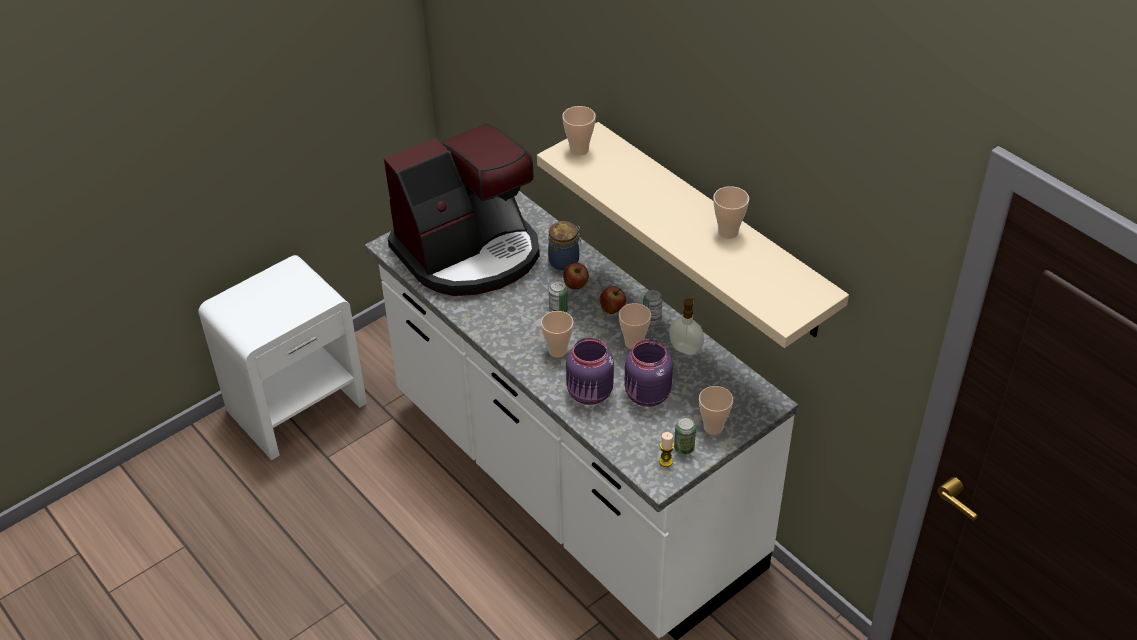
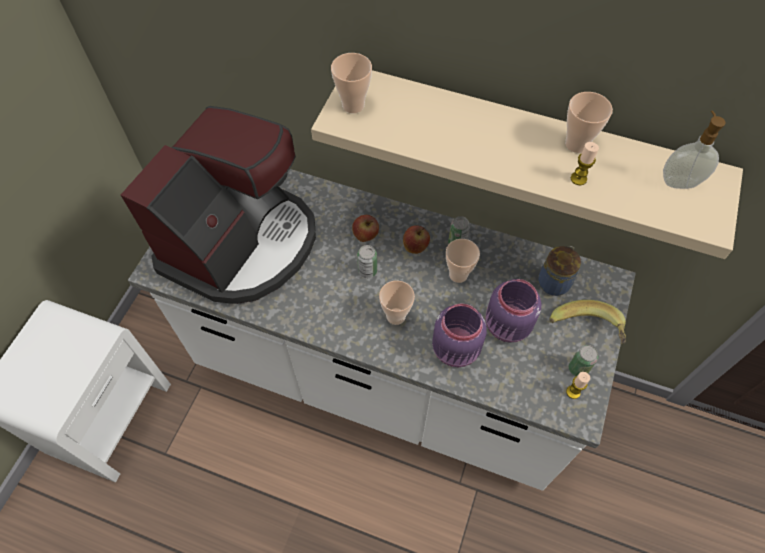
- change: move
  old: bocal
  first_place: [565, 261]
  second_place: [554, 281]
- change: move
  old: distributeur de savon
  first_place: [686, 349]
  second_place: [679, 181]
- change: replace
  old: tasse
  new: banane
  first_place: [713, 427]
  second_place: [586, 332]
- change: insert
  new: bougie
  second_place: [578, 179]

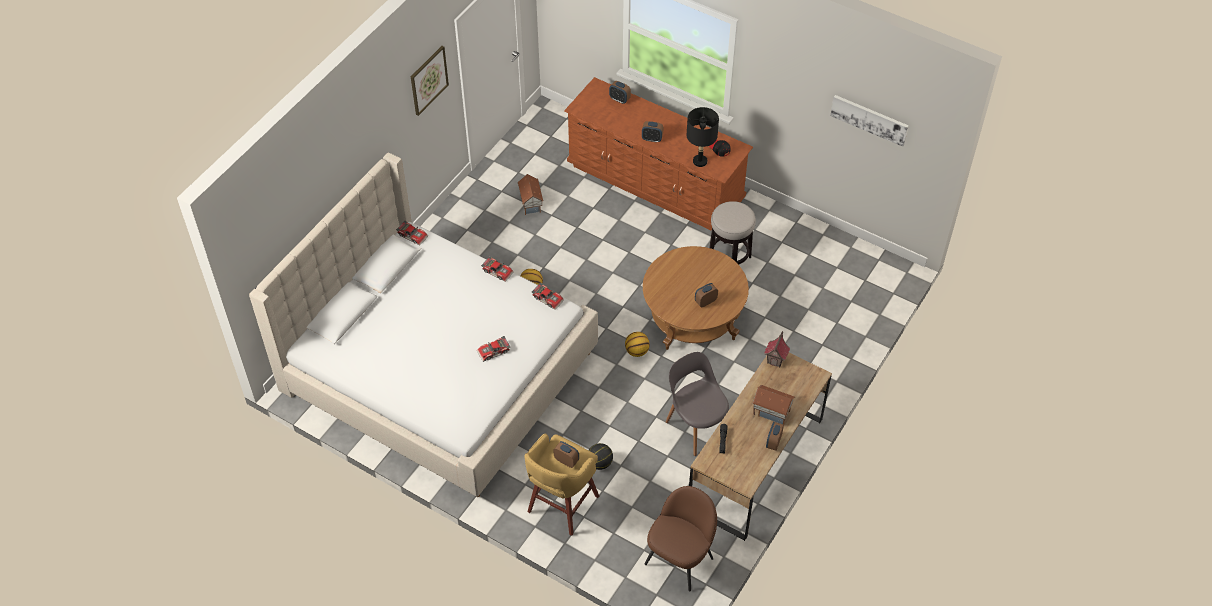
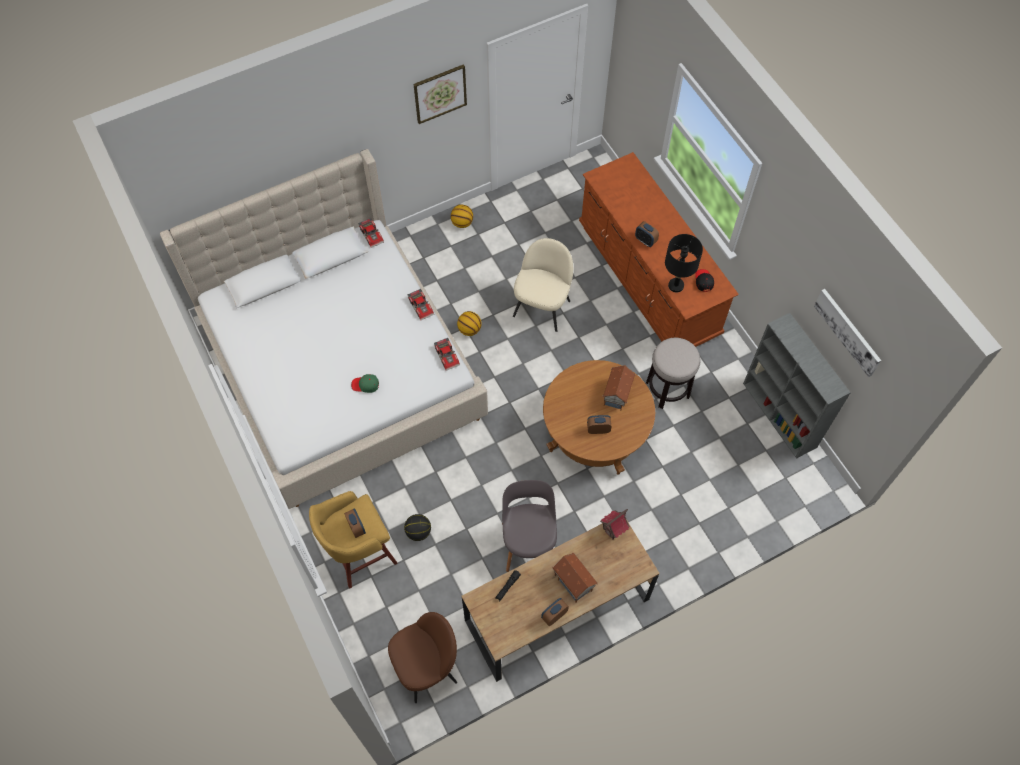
- change: delete
  old: réveil
  first_place: [619, 99]
- change: move
  old: maison miniature
  first_place: [531, 203]
  second_place: [618, 394]
- change: move
  old: ballon de basket
  first_place: [636, 351]
  second_place: [462, 223]
- change: replace
  old: petite voiture
  new: casquette (vert)
  first_place: [494, 352]
  second_place: [365, 385]
- change: insert
  new: chaise (beige)
  second_place: [542, 307]
- change: insert
  new: bibliothèque (gris)
  second_place: [780, 416]

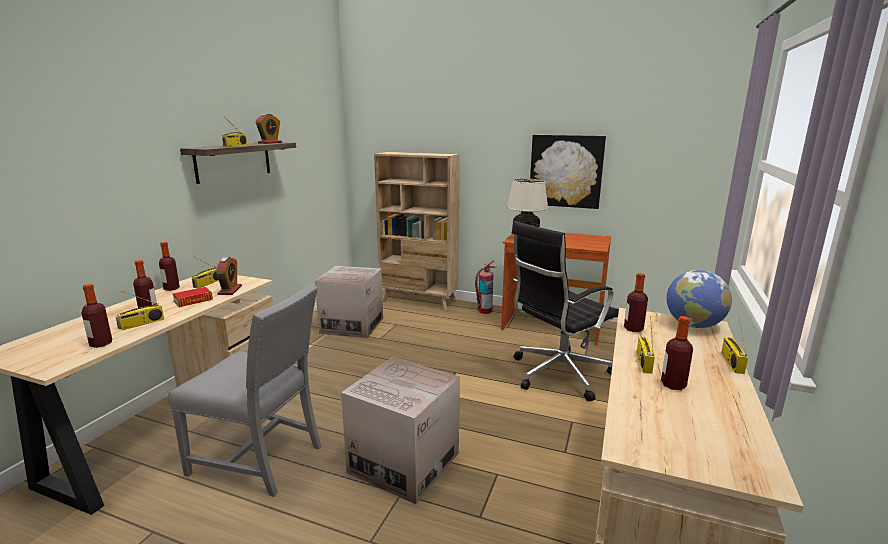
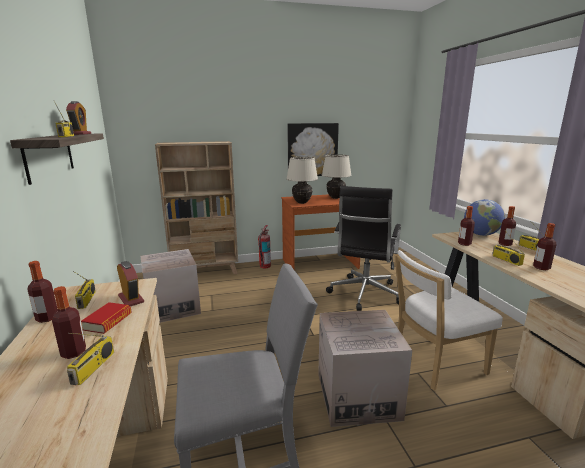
- change: move
  old: bouteille
  first_place: [101, 344]
  second_place: [505, 244]
- change: insert
  new: lampe de table (beige)
  second_place: [335, 197]
- change: insert
  new: chaise (blanc)
  second_place: [434, 363]

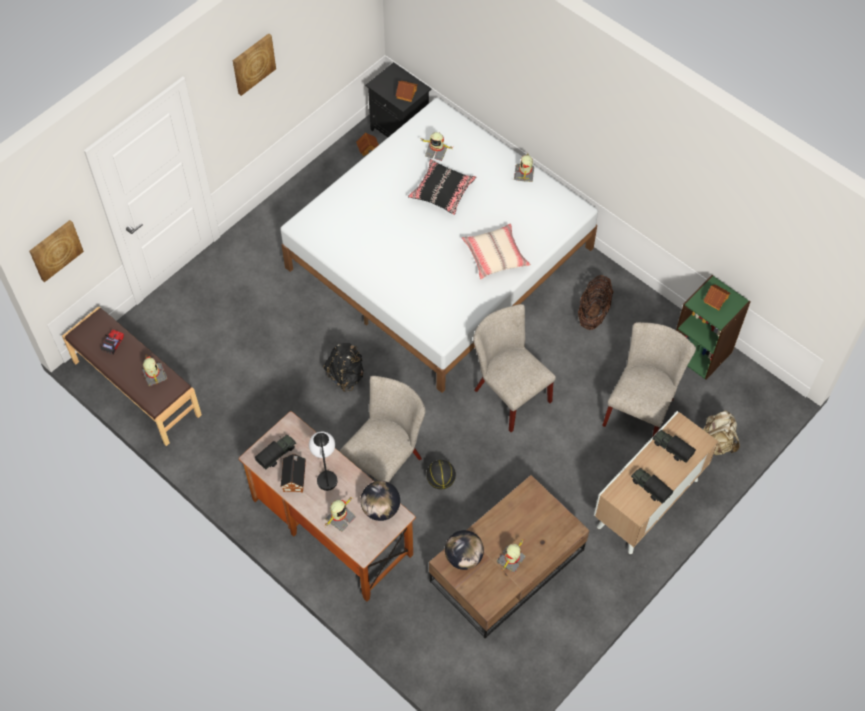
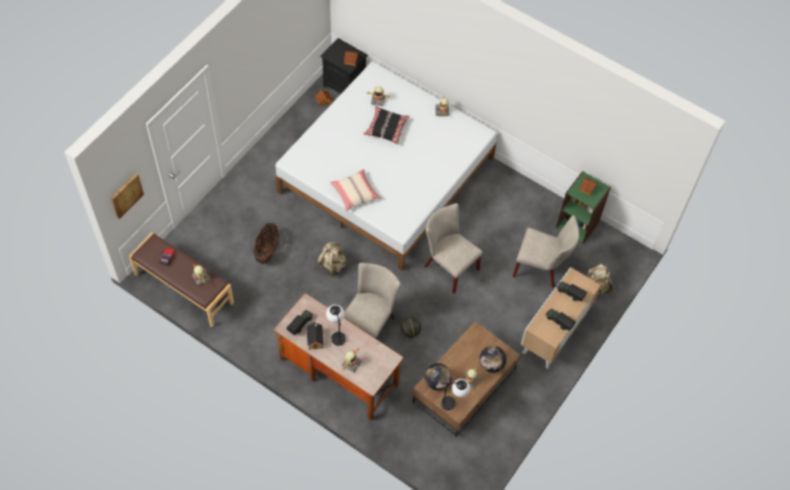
- change: delete
  old: tableau
  first_place: [253, 63]
- change: move
  old: coussin (beige)
  first_place: [495, 256]
  second_place: [355, 193]
- change: move
  old: panier
  first_place: [593, 313]
  second_place: [267, 250]
- change: rotate
  old: chaise (beige)
  first_place: [641, 408]
  second_place: [541, 268]
  degrees: 90
- change: recolor
  old: sac à dos (noir)
  new: sac à dos (beige)
  first_place: [346, 375]
  second_place: [333, 265]
- change: move
  old: globe
  first_place: [381, 509]
  second_place: [491, 364]
- change: insert
  new: lampe de table
  second_place: [454, 403]

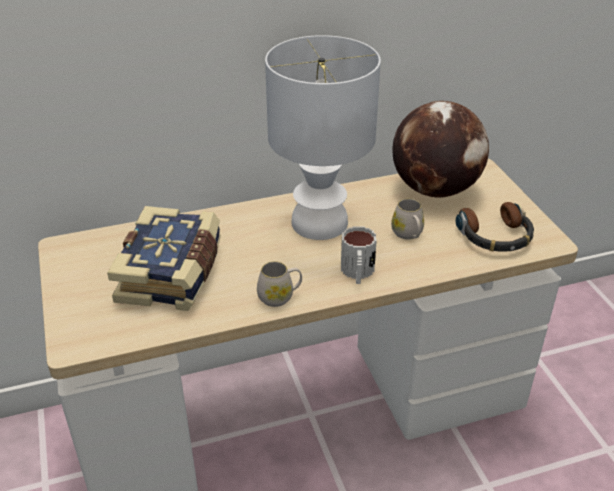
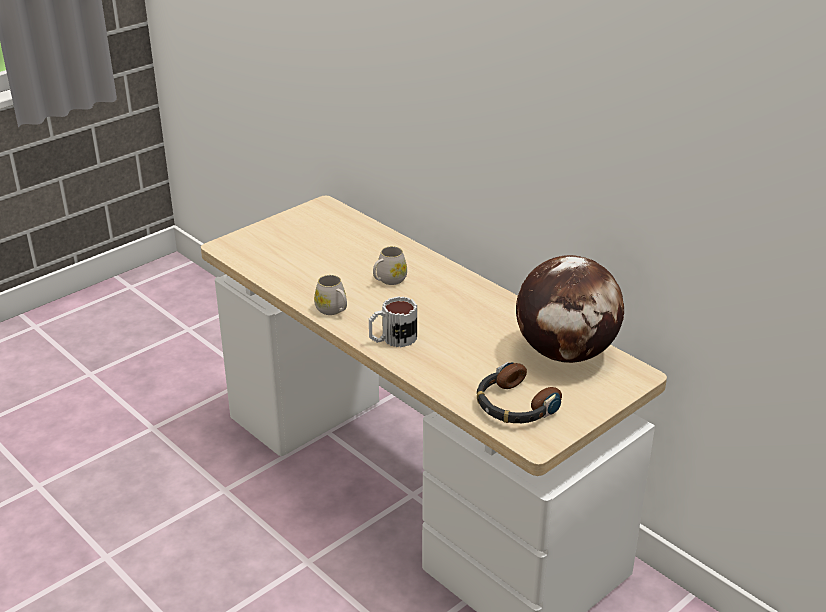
- change: delete
  old: lampe de table (blanc)
  first_place: [321, 222]
- change: move
  old: mug (blanc)
  first_place: [408, 234]
  second_place: [388, 280]
- change: delete
  old: livre
  first_place: [173, 273]

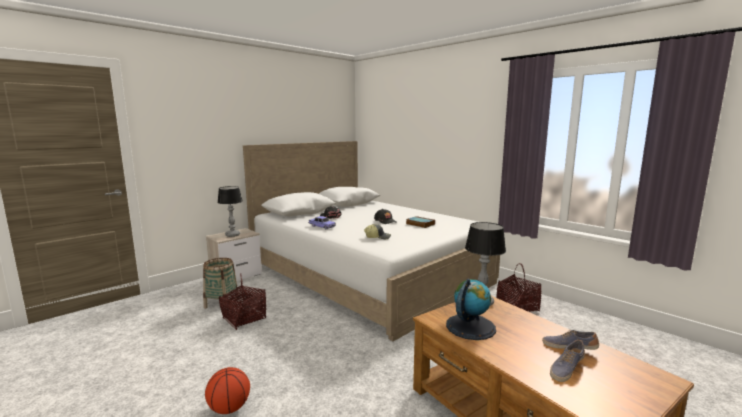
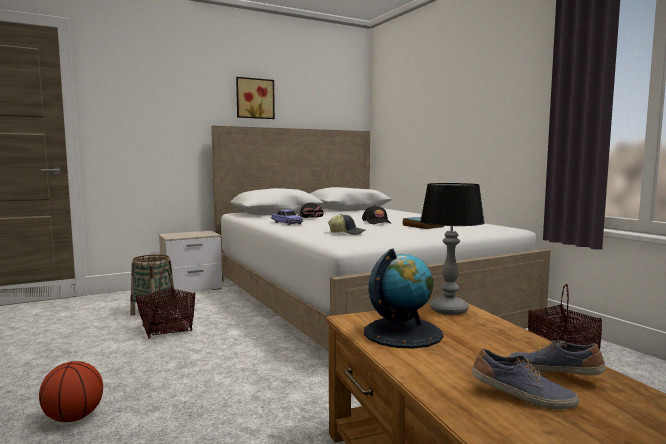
- change: delete
  old: lampe de table
  first_place: [232, 235]
- change: rotate
  old: chaussure
  first_place: [566, 369]
  second_place: [522, 397]
  degrees: -135
- change: insert
  new: tableau
  second_place: [254, 98]

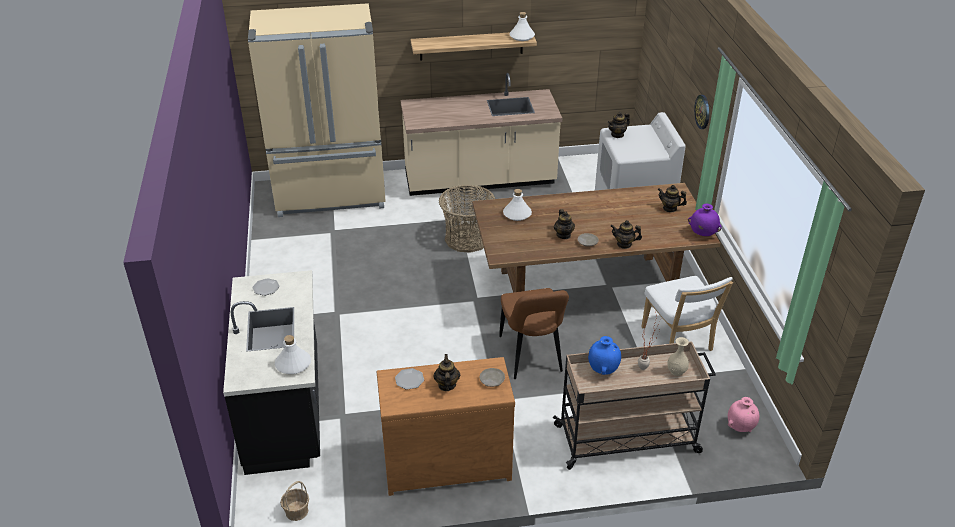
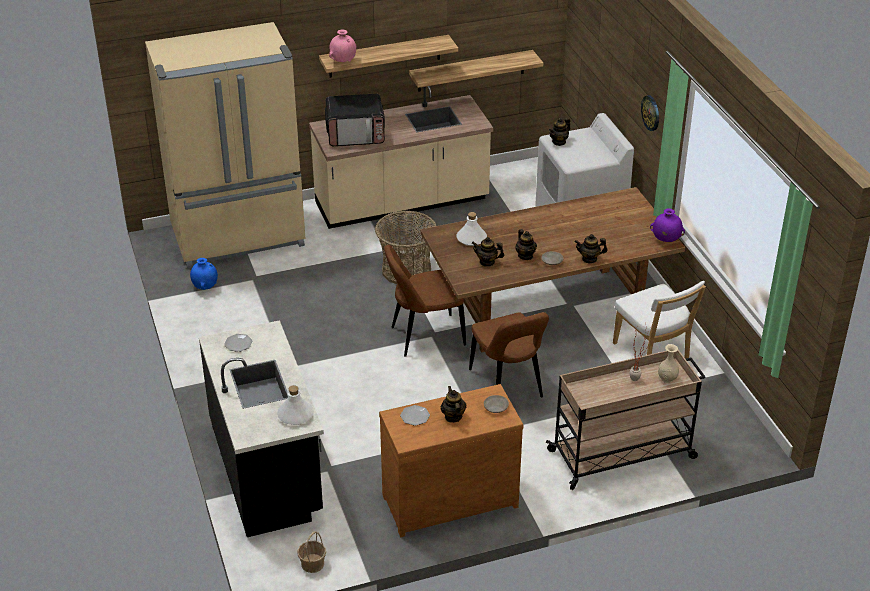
- change: delete
  old: bouteille (blanc)
  first_place: [522, 36]
- change: move
  old: théière
  first_place: [670, 208]
  second_place: [487, 262]
- change: move
  old: vase (bleu)
  first_place: [603, 369]
  second_place: [205, 287]
- change: move
  old: vase (rose)
  first_place: [740, 427]
  second_place: [343, 61]
- change: insert
  new: étagère
  second_place: [471, 71]
- change: insert
  new: micro-ondes
  second_place: [356, 134]
- change: insert
  new: chaise (marron)
  second_place: [424, 336]

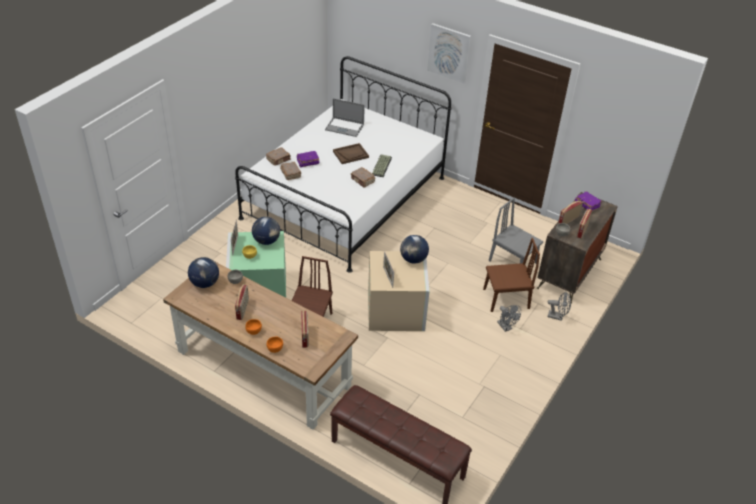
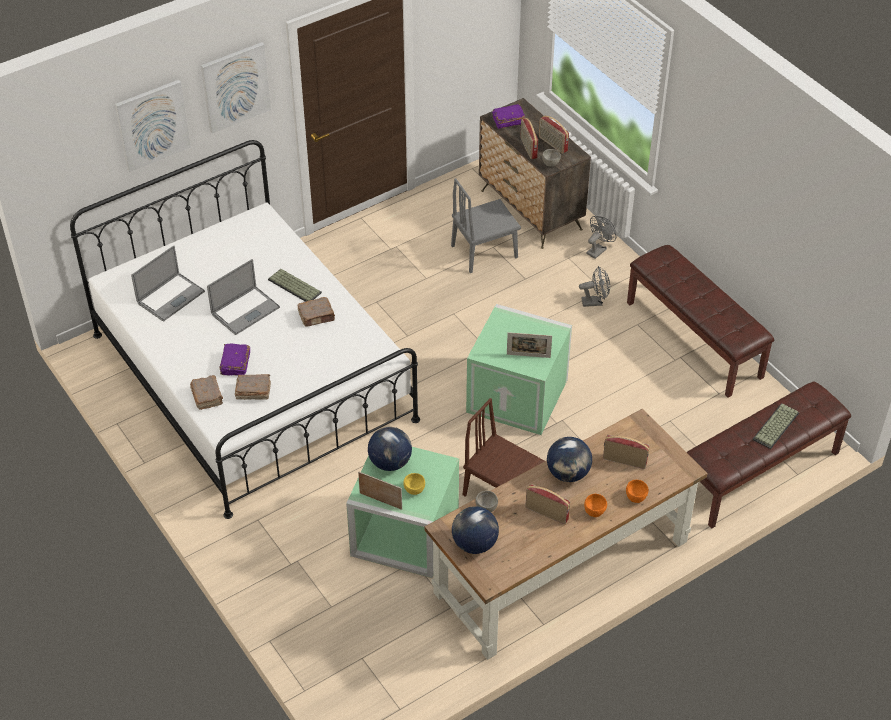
- change: replace
  old: plateau (marron)
  new: ordinateur portable
  first_place: [350, 154]
  second_place: [245, 311]
- change: move
  old: globe
  first_place: [413, 259]
  second_place: [568, 474]
- change: delete
  old: chaise (marron)
  first_place: [506, 298]
- change: recolor
  old: boîte de rangement (beige)
  new: boîte de rangement (vert)
  first_place: [396, 311]
  second_place: [519, 395]
- change: insert
  new: tableau
  second_place: [152, 125]
- change: insert
  new: banc (marron)
  second_place: [694, 339]
- change: insert
  new: clavier
  second_place: [776, 427]

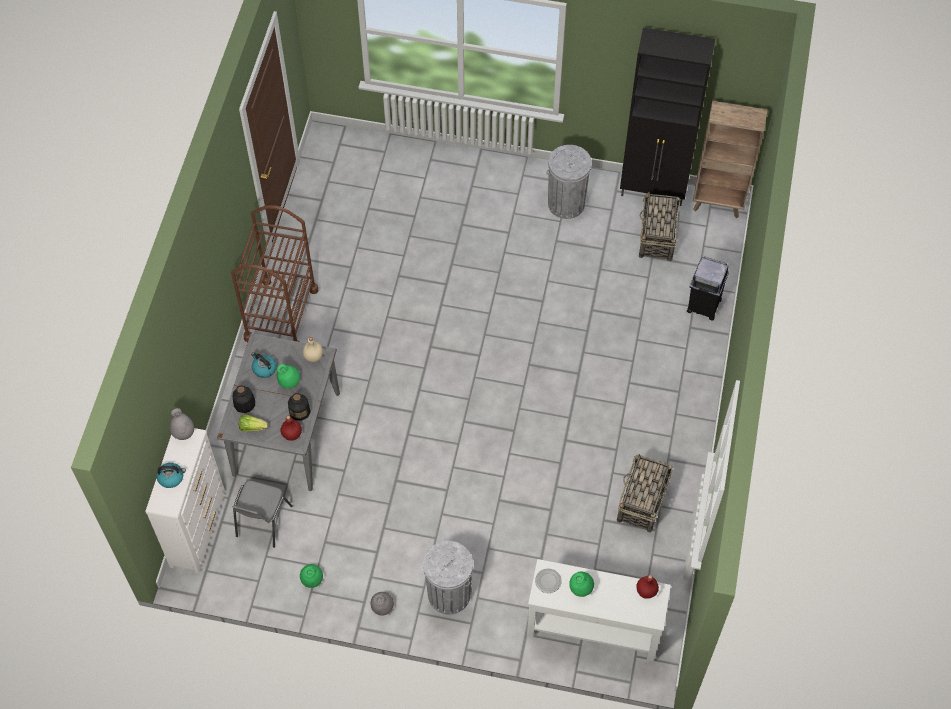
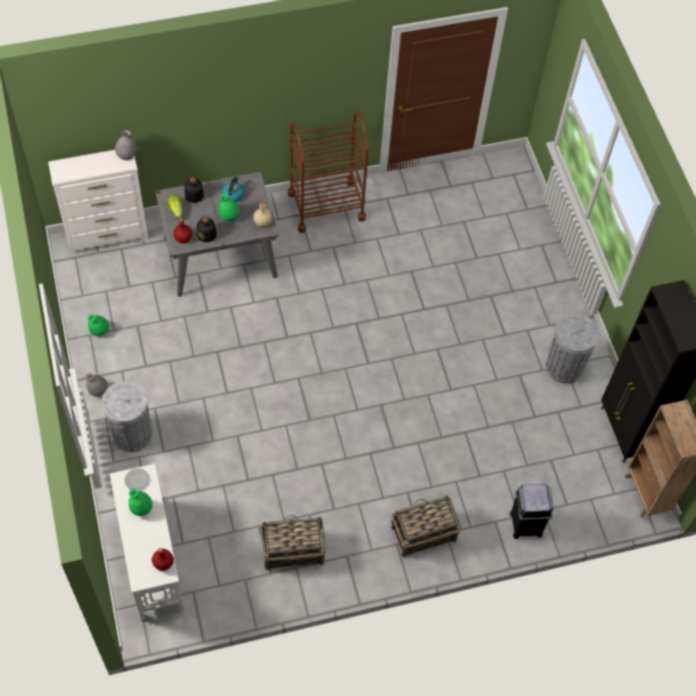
- change: move
  old: panier
  first_place: [657, 237]
  second_place: [423, 534]
- change: delete
  old: bouilloire
  first_place: [171, 477]
- change: delete
  old: chaise (gris)
  first_place: [262, 522]

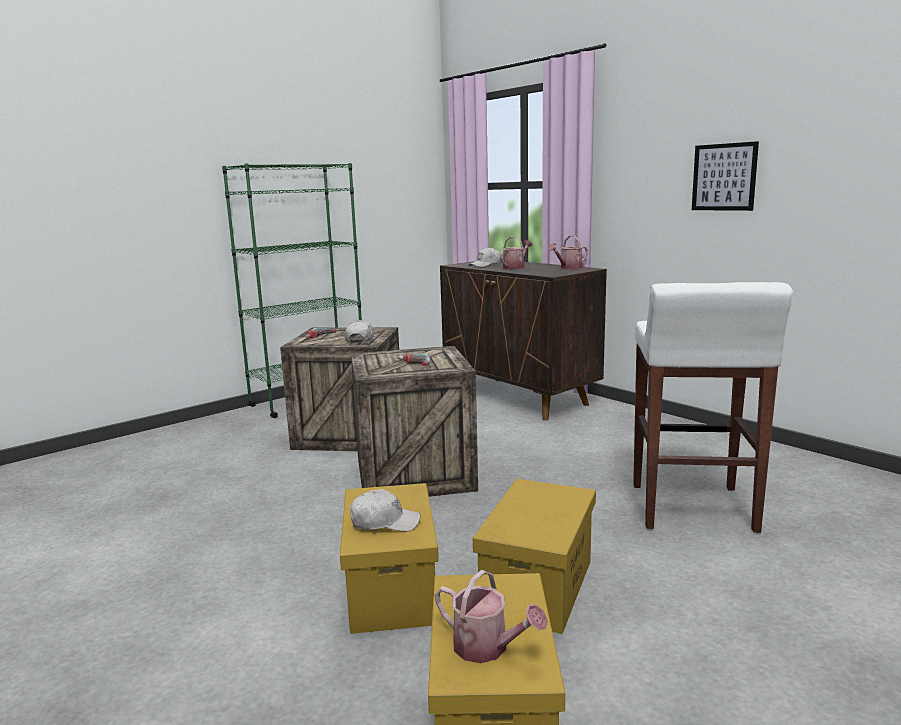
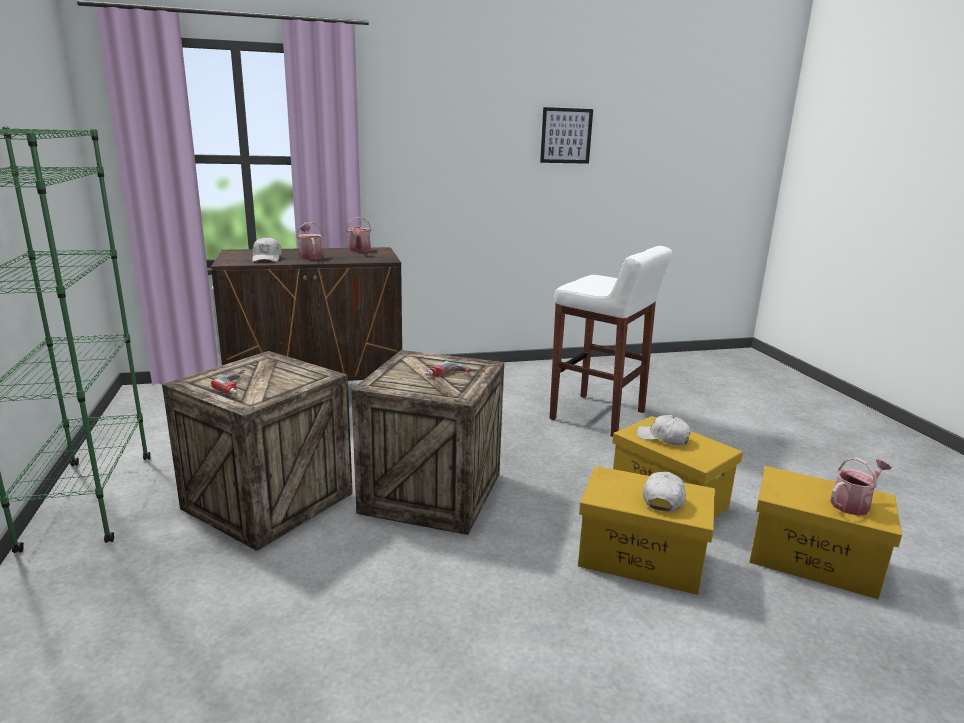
- change: move
  old: tableau
  first_place: [724, 177]
  second_place: [566, 136]
- change: move
  old: casquette (blanc)
  first_place: [360, 340]
  second_place: [663, 438]

